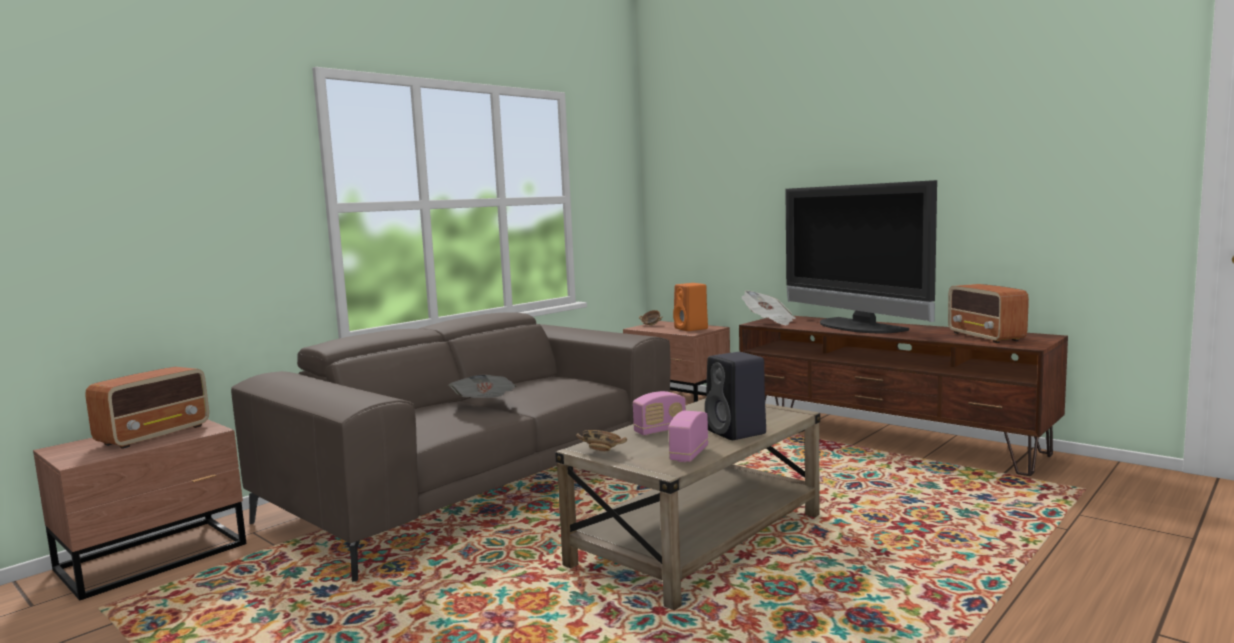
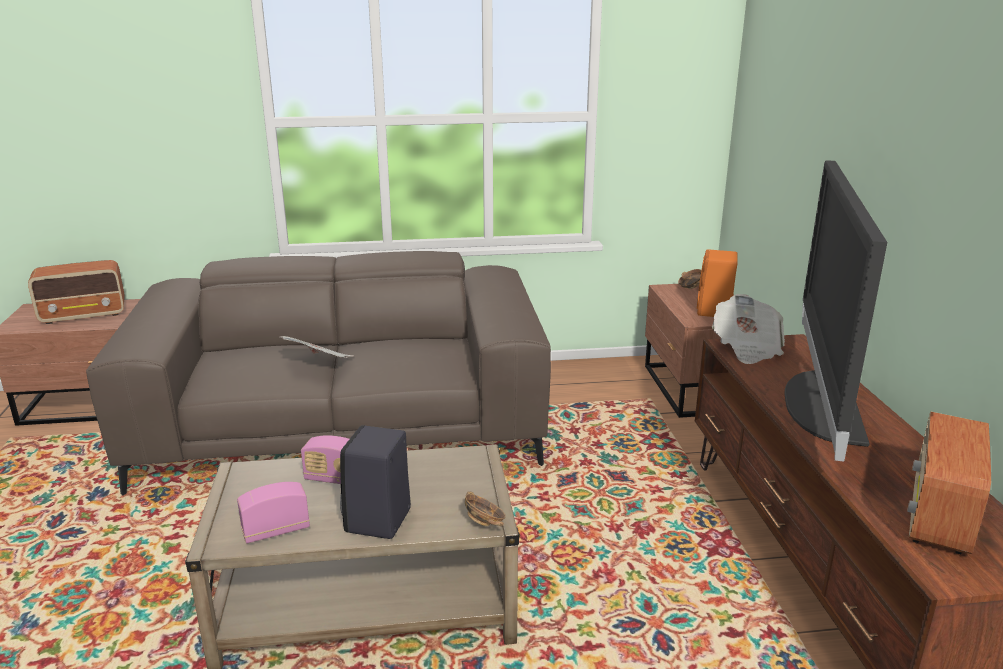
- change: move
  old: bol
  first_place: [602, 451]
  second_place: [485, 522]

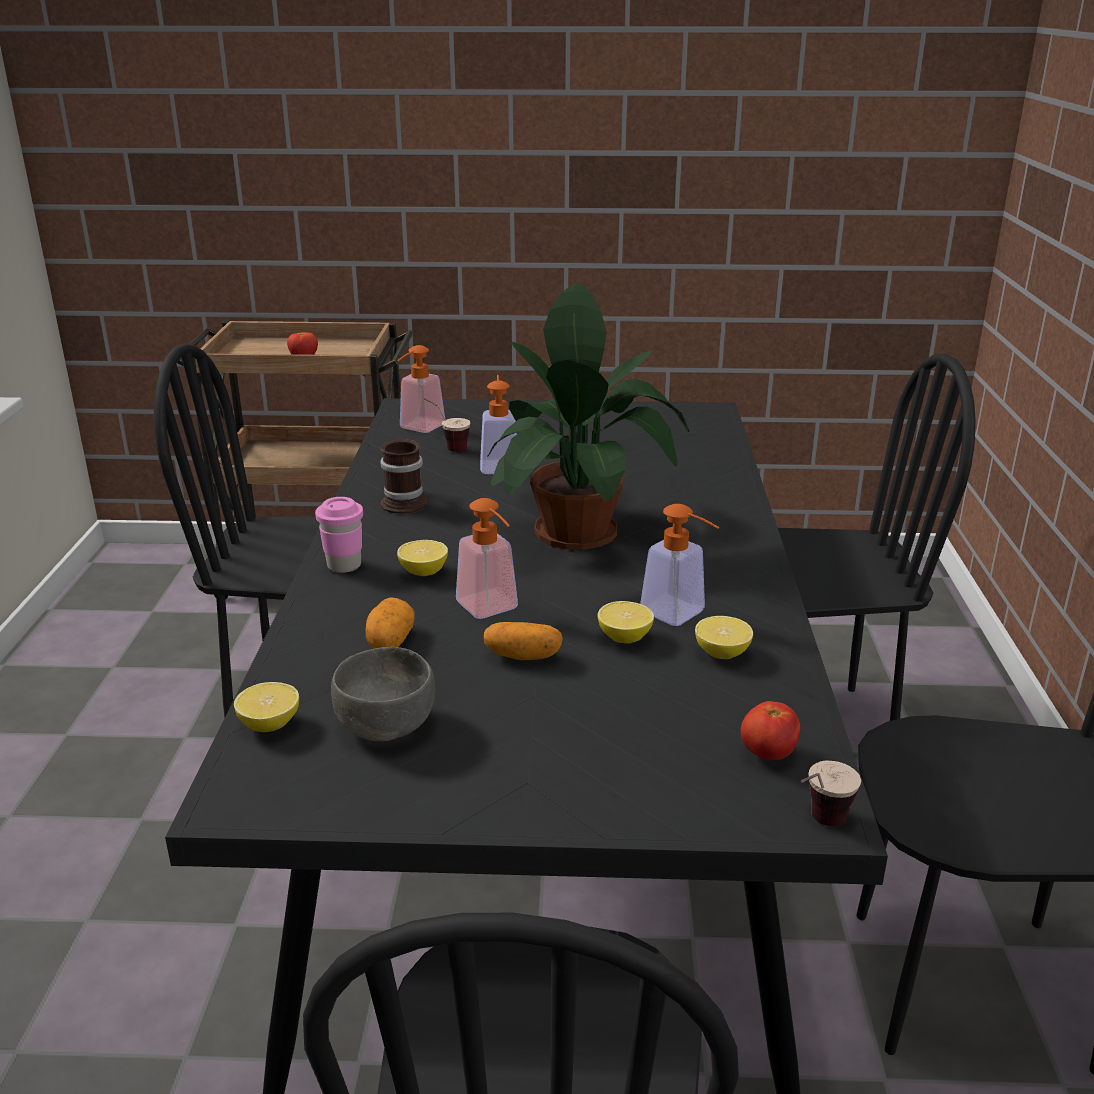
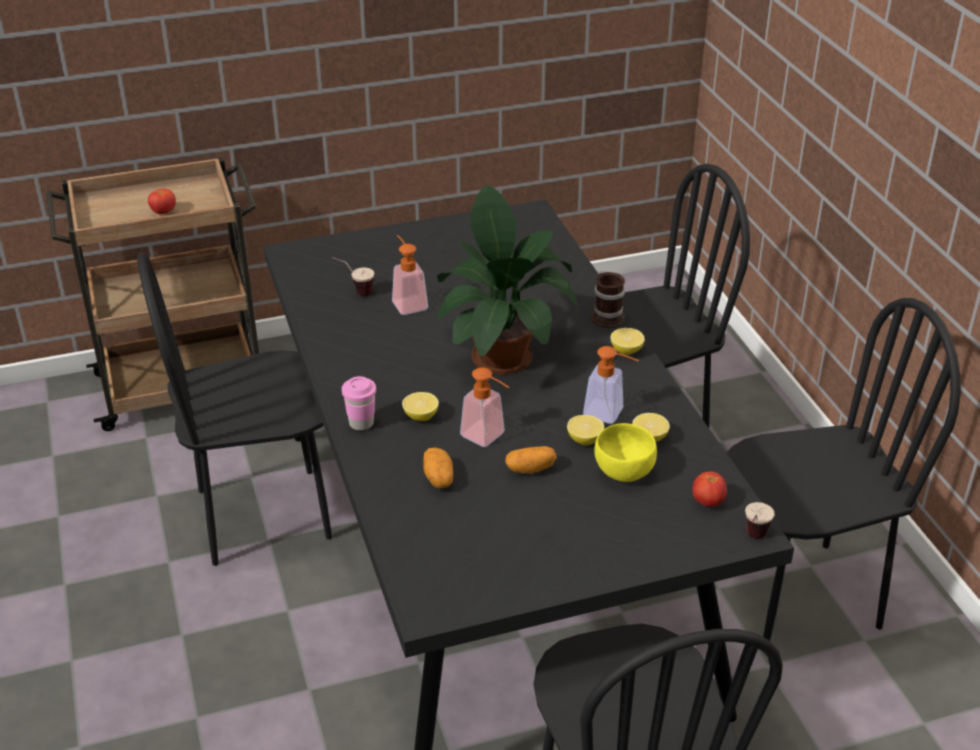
- change: delete
  old: distributeur de savon
  first_place: [418, 429]
- change: move
  old: mug
  first_place: [407, 502]
  second_place: [608, 315]
- change: delete
  old: bol (gris)
  first_place: [387, 724]
- change: move
  old: citron
  first_place: [270, 724]
  second_place: [626, 350]
- change: insert
  new: bol (jaune)
  second_place: [624, 470]

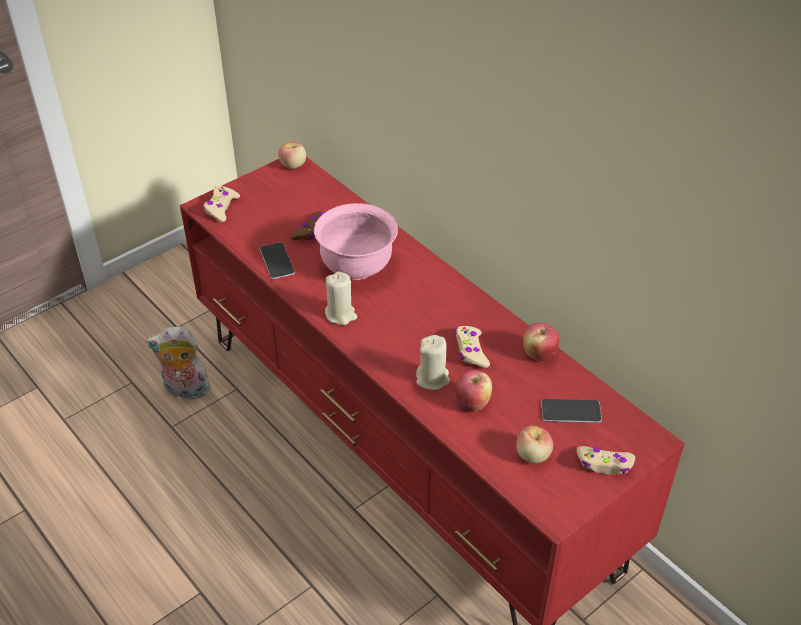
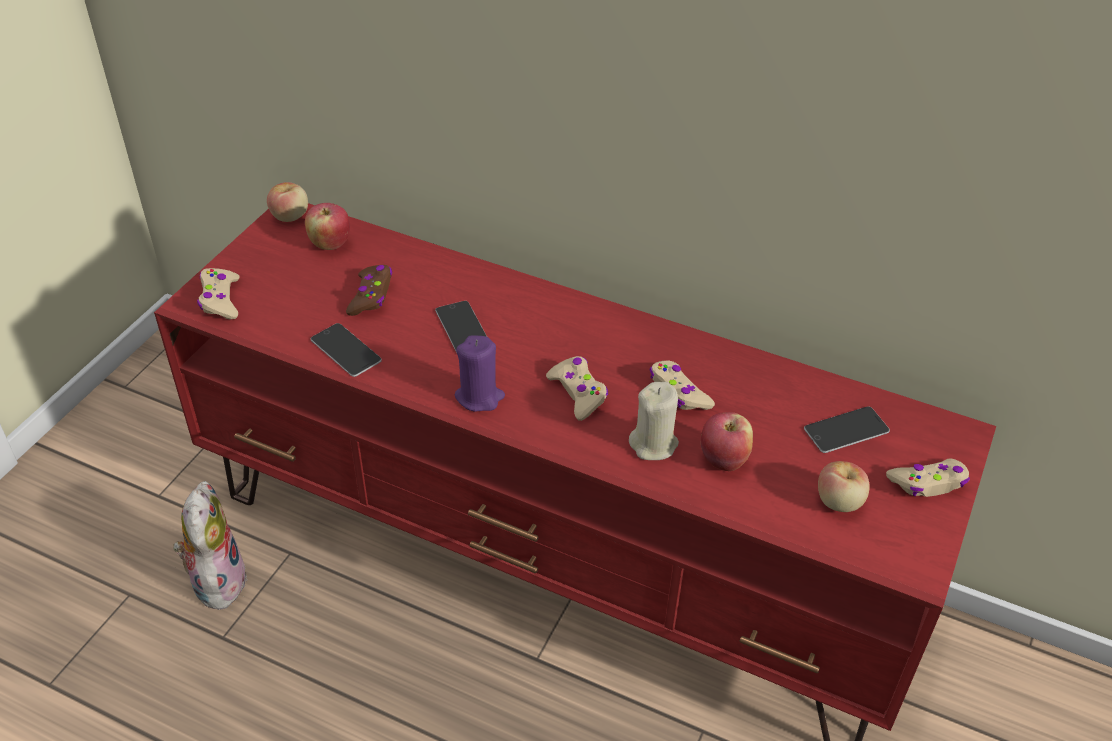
- change: replace
  old: bol (rose)
  new: téléphone
  first_place: [357, 267]
  second_place: [462, 328]
- change: recolor
  old: bougie (beige)
  new: bougie (violet)
  first_place: [341, 314]
  second_place: [479, 397]
- change: move
  old: pomme
  first_place: [539, 354]
  second_place: [330, 244]
- change: rotate
  old: peluche
  first_place: [185, 391]
  second_place: [216, 580]
  degrees: 105
- change: insert
  new: manette (beige)
  second_place: [578, 393]

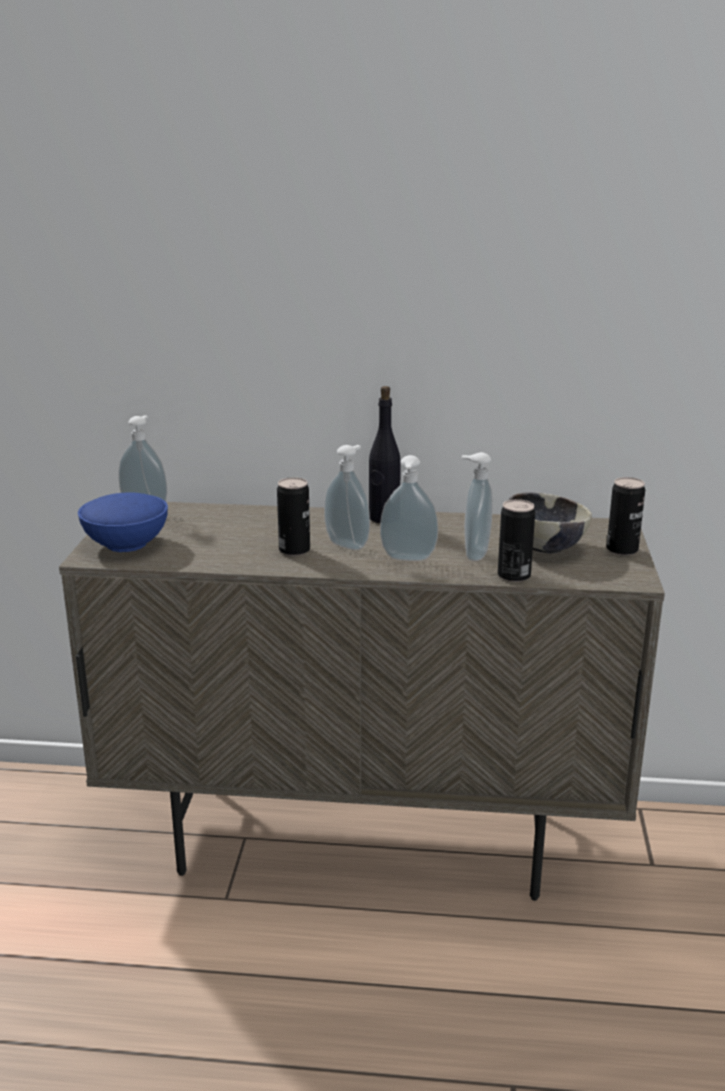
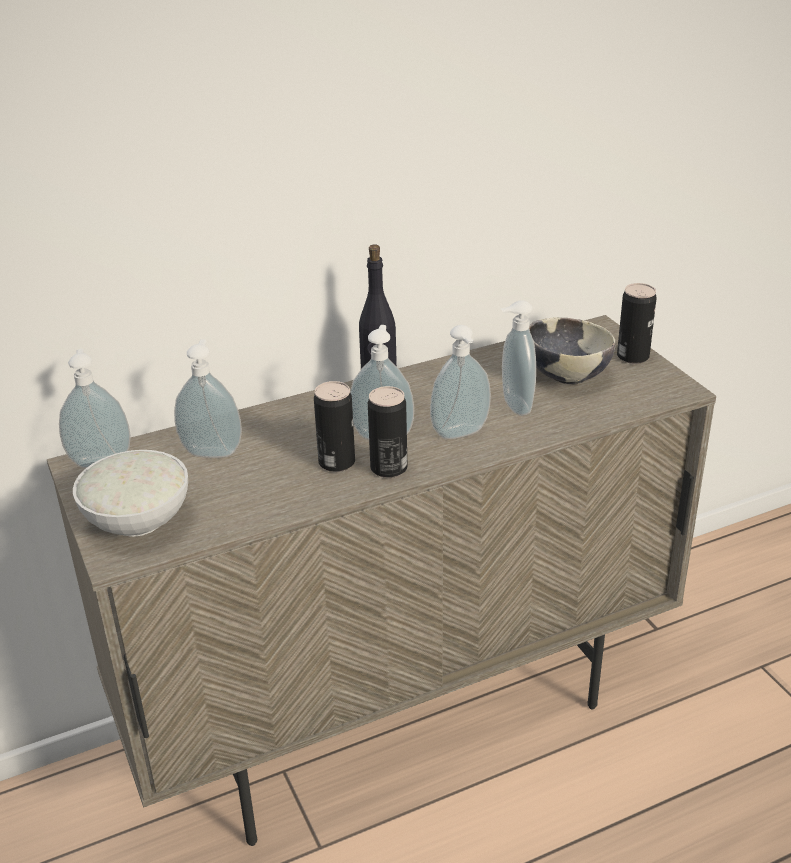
- change: recolor
  old: bol (bleu)
  new: bol (blanc)
  first_place: [126, 543]
  second_place: [137, 519]
- change: move
  old: boîte métallique
  first_place: [514, 575]
  second_place: [389, 468]
- change: insert
  new: distributeur de savon
  second_place: [212, 451]

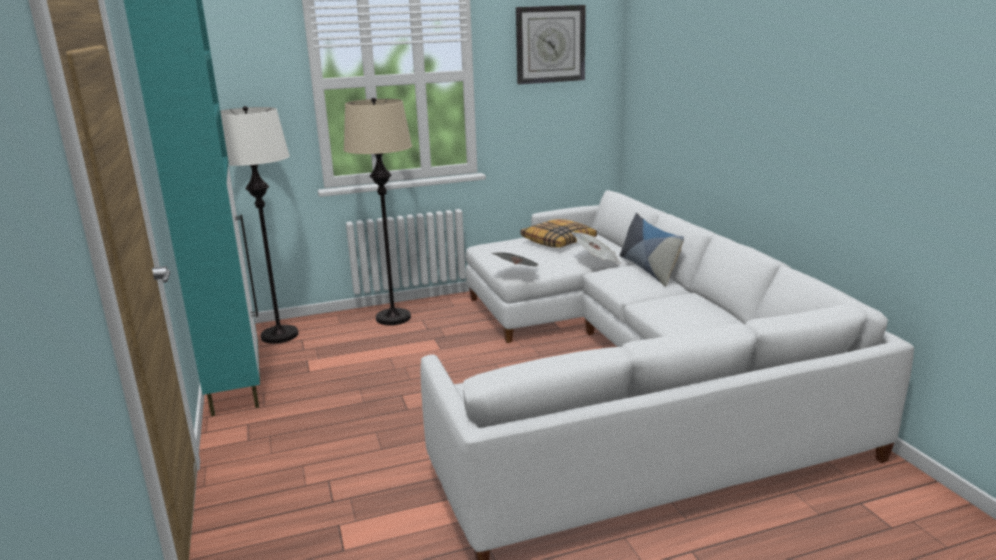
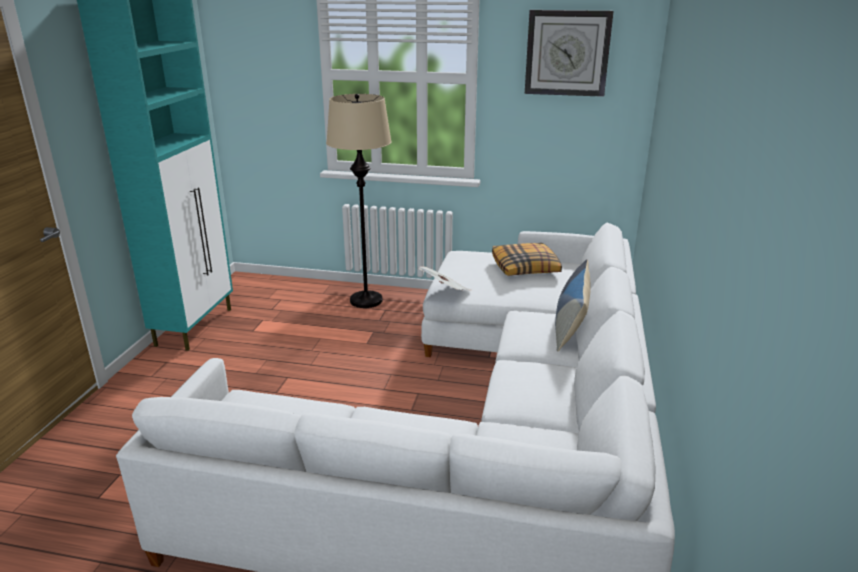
- change: delete
  old: lampadaire (blanc)
  first_place: [280, 335]
- change: delete
  old: journal
  first_place: [597, 260]

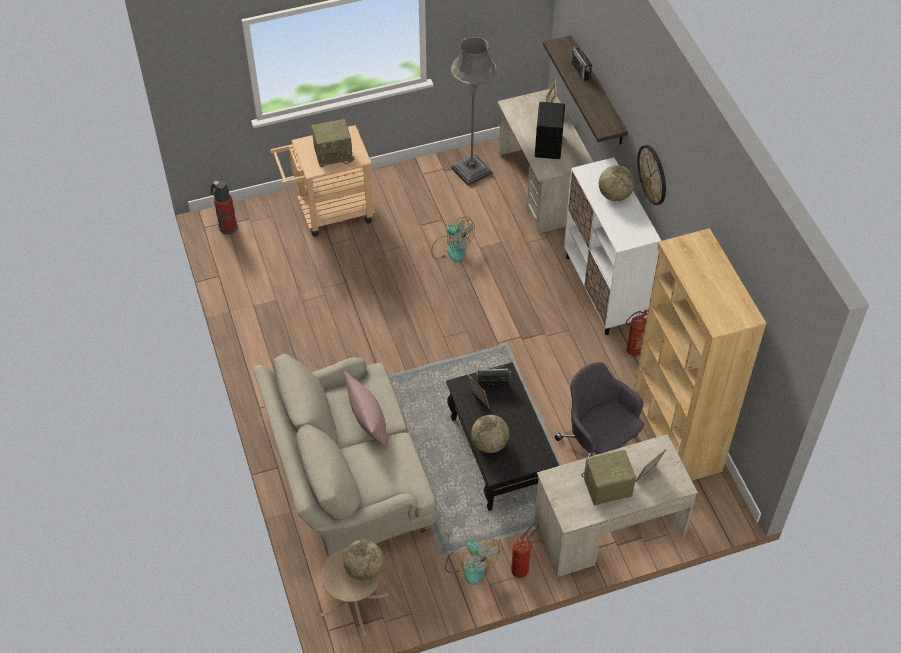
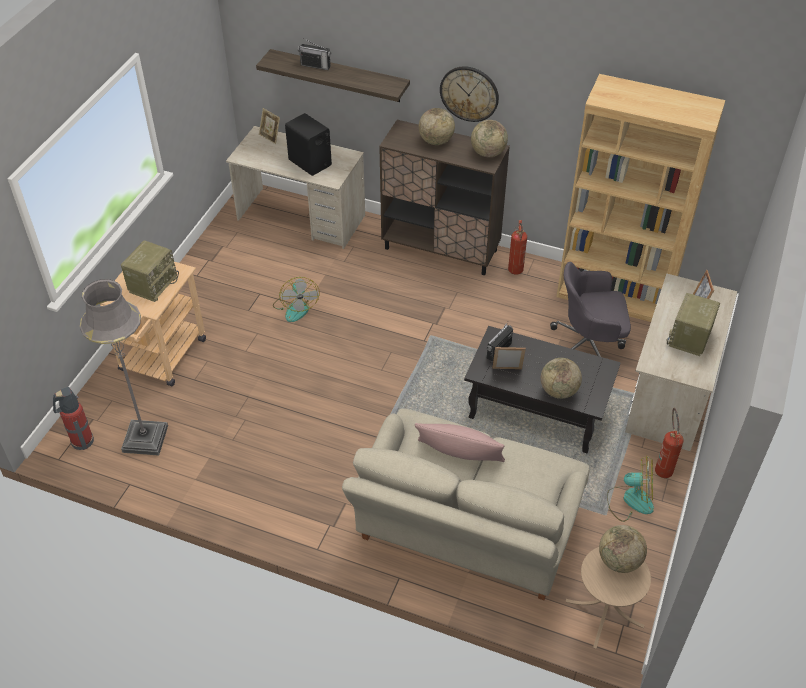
- change: move
  old: lampadaire (gris)
  first_place: [471, 171]
  second_place: [145, 439]
- change: recolor
  old: meuble de rangement (blanc)
  new: meuble de rangement (marron)
  first_place: [603, 290]
  second_place: [441, 249]
- change: rotate
  old: ventilateur
  first_place: [451, 248]
  second_place: [296, 307]
  degrees: 90
- change: insert
  new: globe
  second_place: [488, 153]

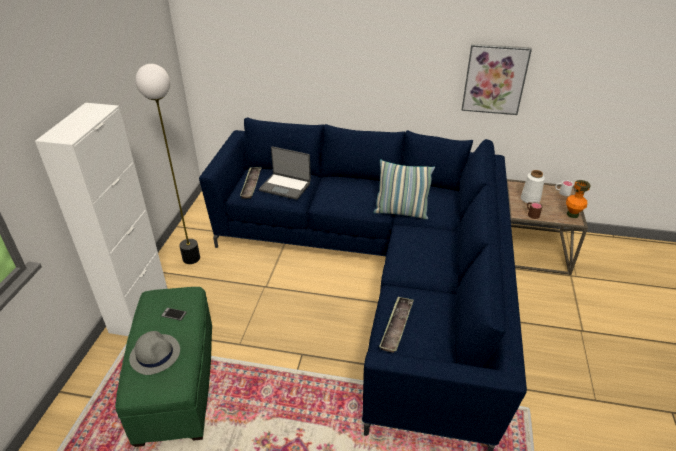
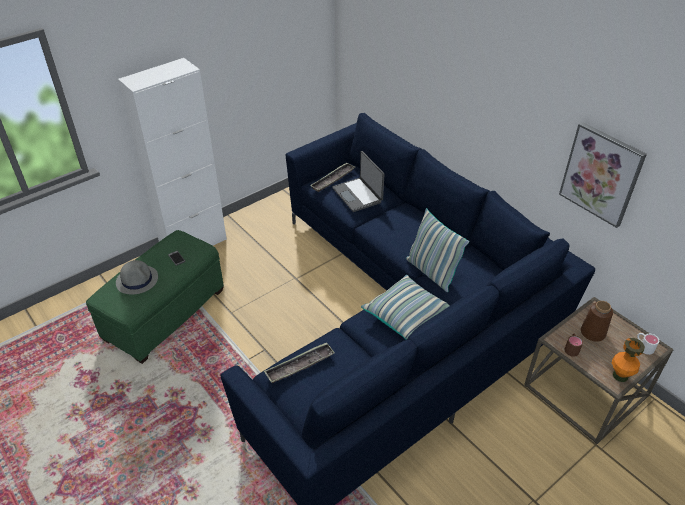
- change: delete
  old: lampadaire
  first_place: [191, 258]
- change: recolor
  old: vase (blanc)
  new: vase (marron)
  first_place: [530, 199]
  second_place: [593, 333]
- change: insert
  new: coussin
  second_place: [406, 315]

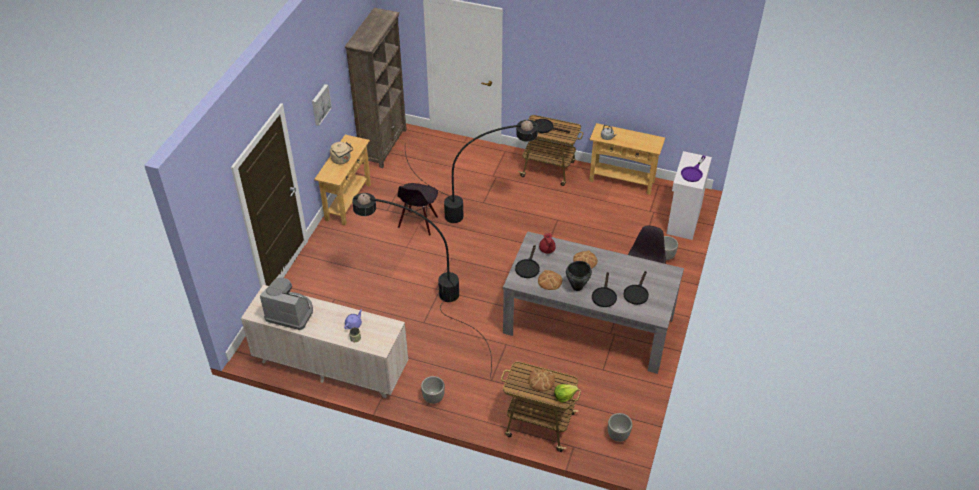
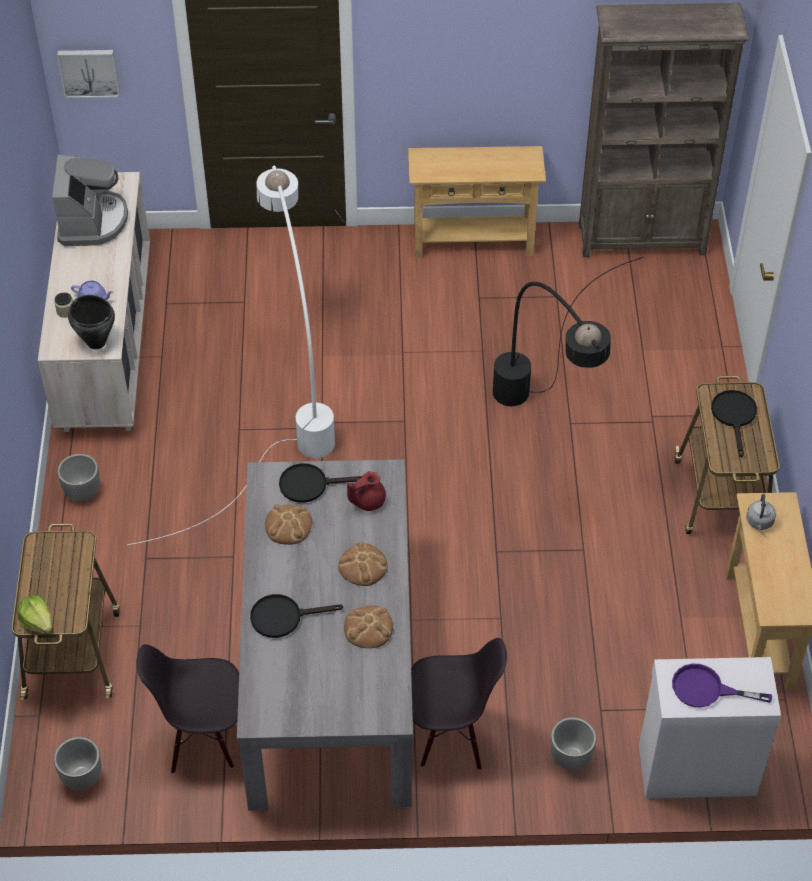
- change: move
  old: tableau
  first_place: [320, 104]
  second_place: [89, 72]
- change: delete
  old: bouilloire (beige)
  first_place: [342, 160]
- change: move
  old: chaise (noir)
  first_place: [418, 223]
  second_place: [202, 738]
- change: recolor
  old: lampadaire (noir)
  new: lampadaire (blanc)
  first_place: [423, 301]
  second_place: [285, 414]
- change: move
  old: marmite (noir)
  first_place: [576, 287]
  second_place: [96, 342]
- change: delete
  old: poêle (noir)
  first_place: [636, 293]
- change: move
  old: pain
  first_place: [541, 380]
  second_place: [368, 628]

